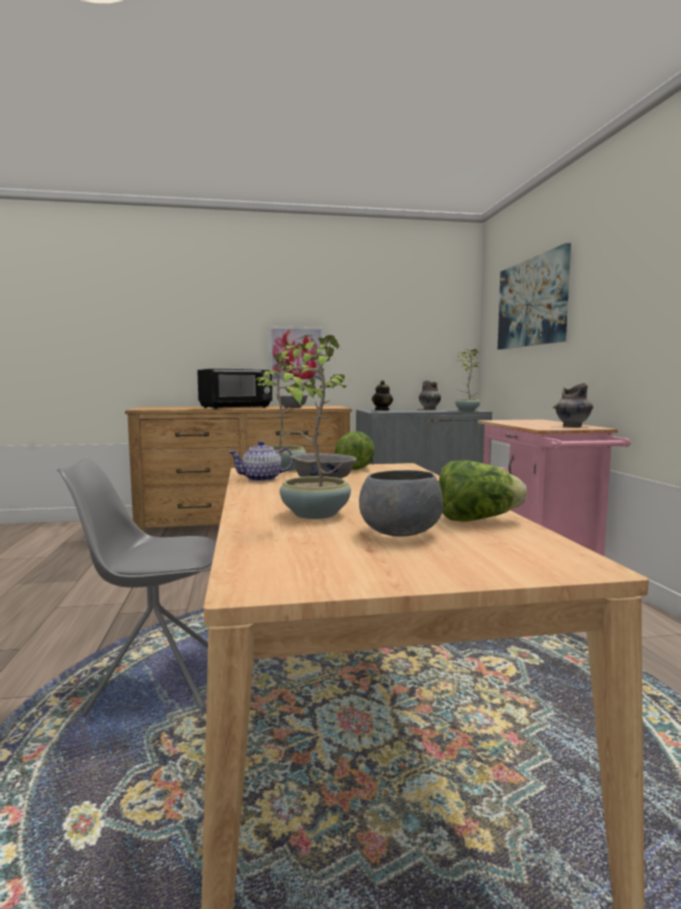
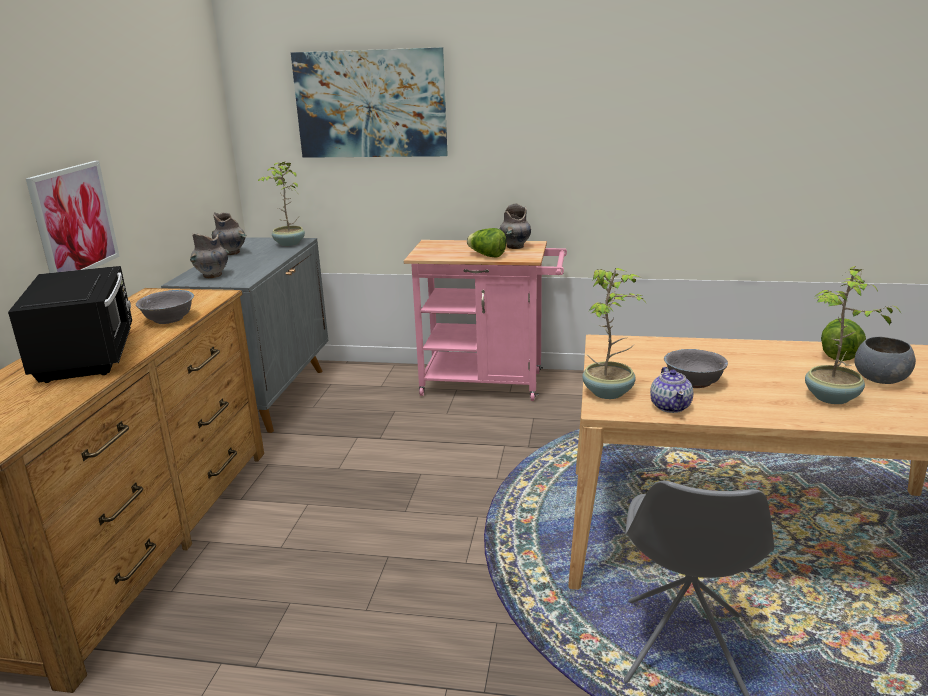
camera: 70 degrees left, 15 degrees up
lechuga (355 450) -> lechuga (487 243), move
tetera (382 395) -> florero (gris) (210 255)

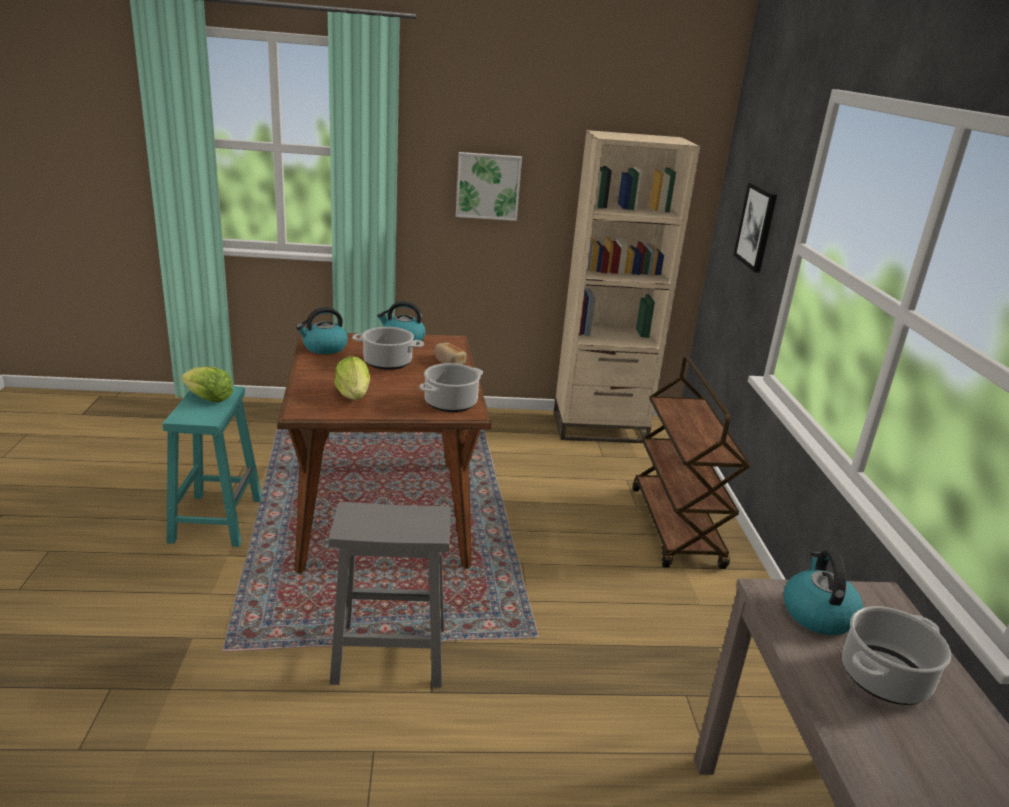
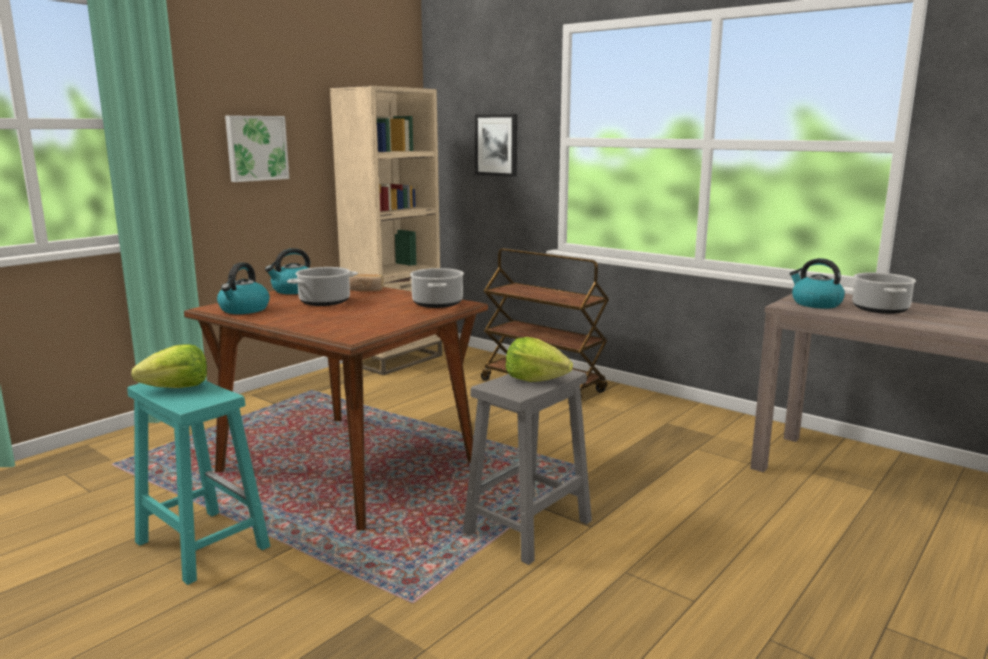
camera: 45 degrees left, 10 degrees down
lechuga (352 378) -> lechuga (539 359), move

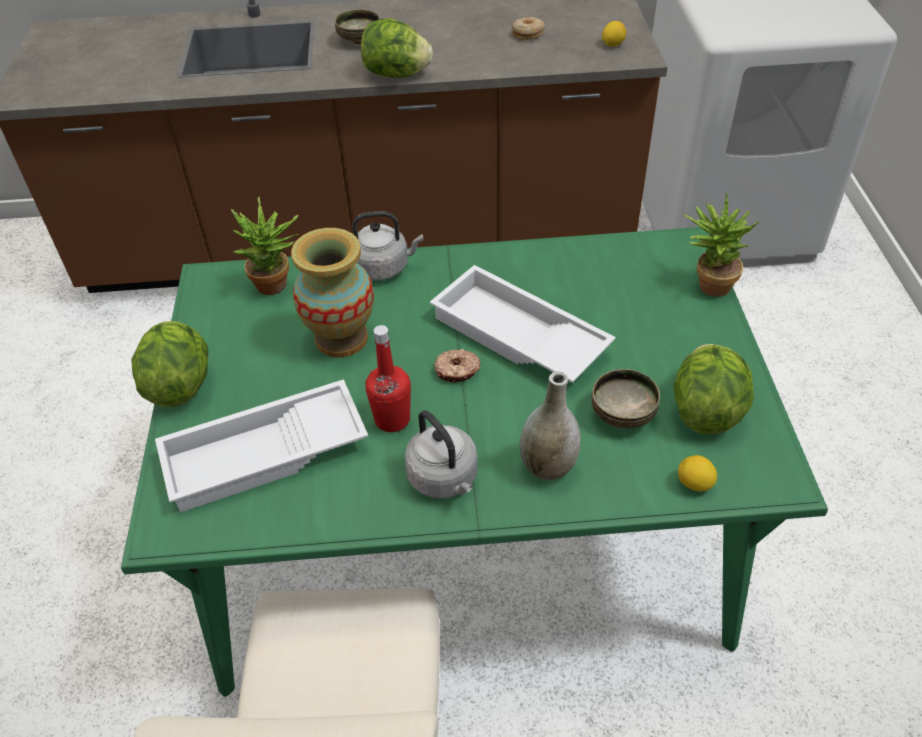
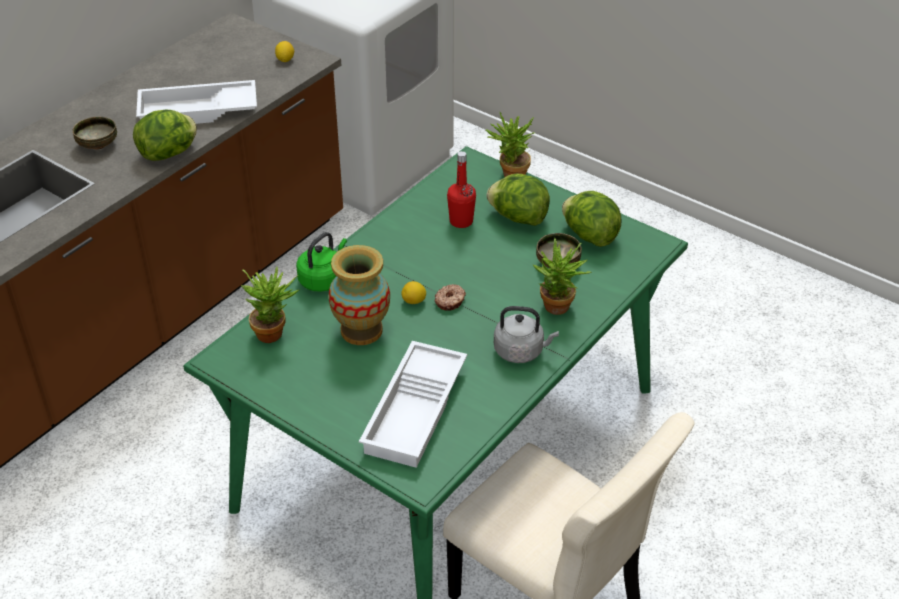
camera: 50 degrees left, 5 degrees down
rosquilla (528 28) -> none
lechuga (169 364) -> lechuga (518 199), move
botella (rojo) (388 378) -> botella (rojo) (461 189), move
bandeja (blanco) (523 324) -> bandeja (blanco) (196 102), move
limón (697 473) -> limón (413 292), move
florero (gris) (550 425) -> planta en maceta (562 276)
hervidor (gris) (388 245) -> hervidor (verde) (321 262)

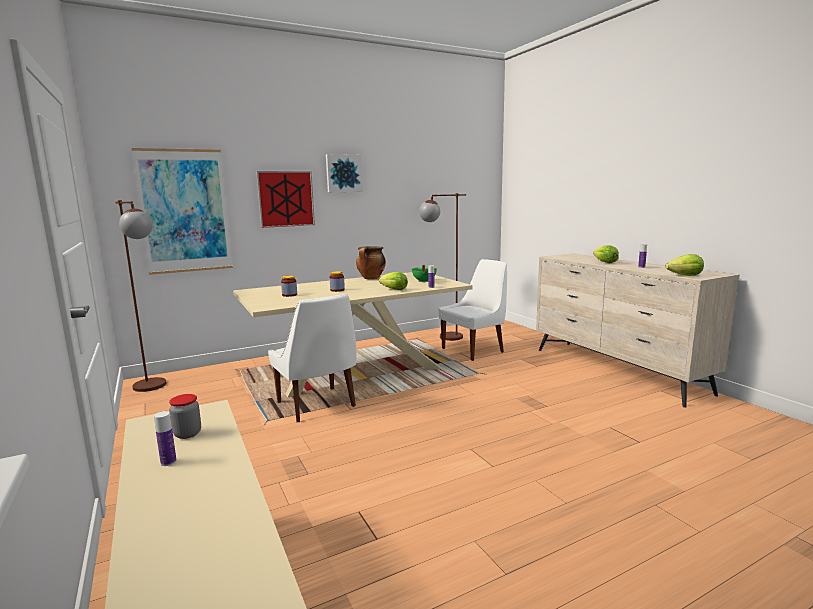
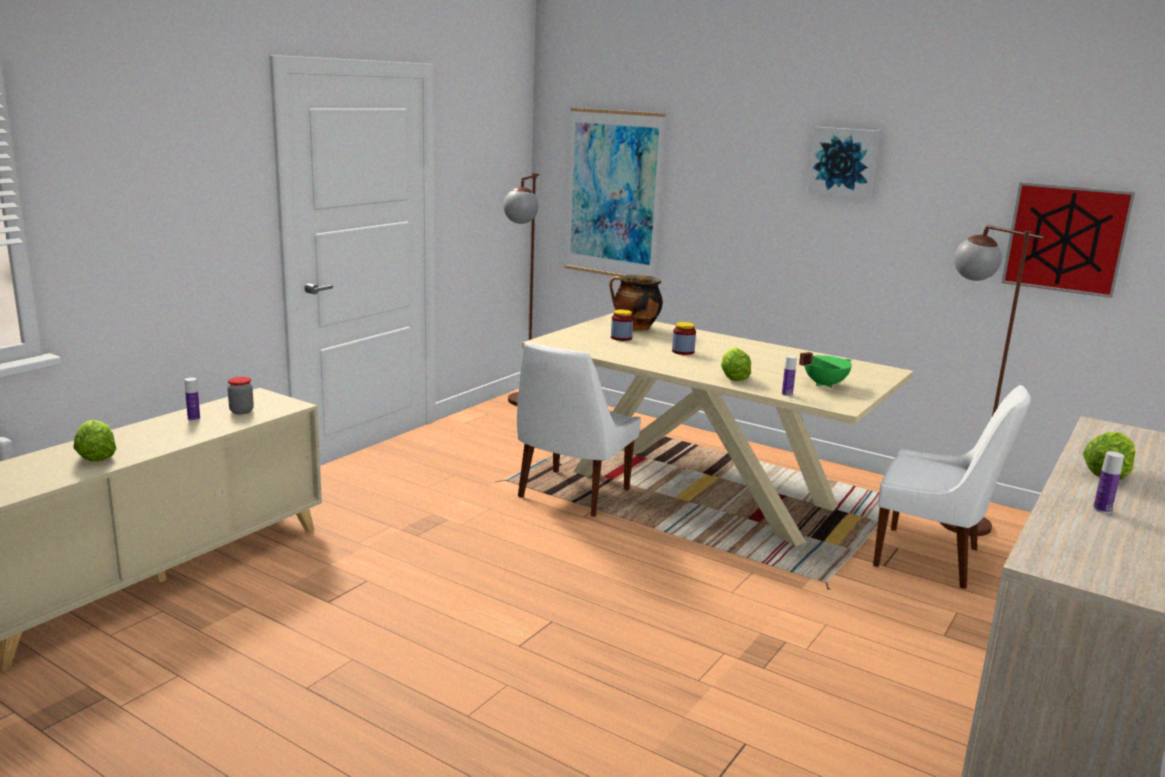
camera: 60 degrees right, 5 degrees up
cuadro (285 199) -> cuadro (1068 240), move
olla (371 262) -> olla (636 303), move
lechuga (685 265) -> lechuga (95 440), move

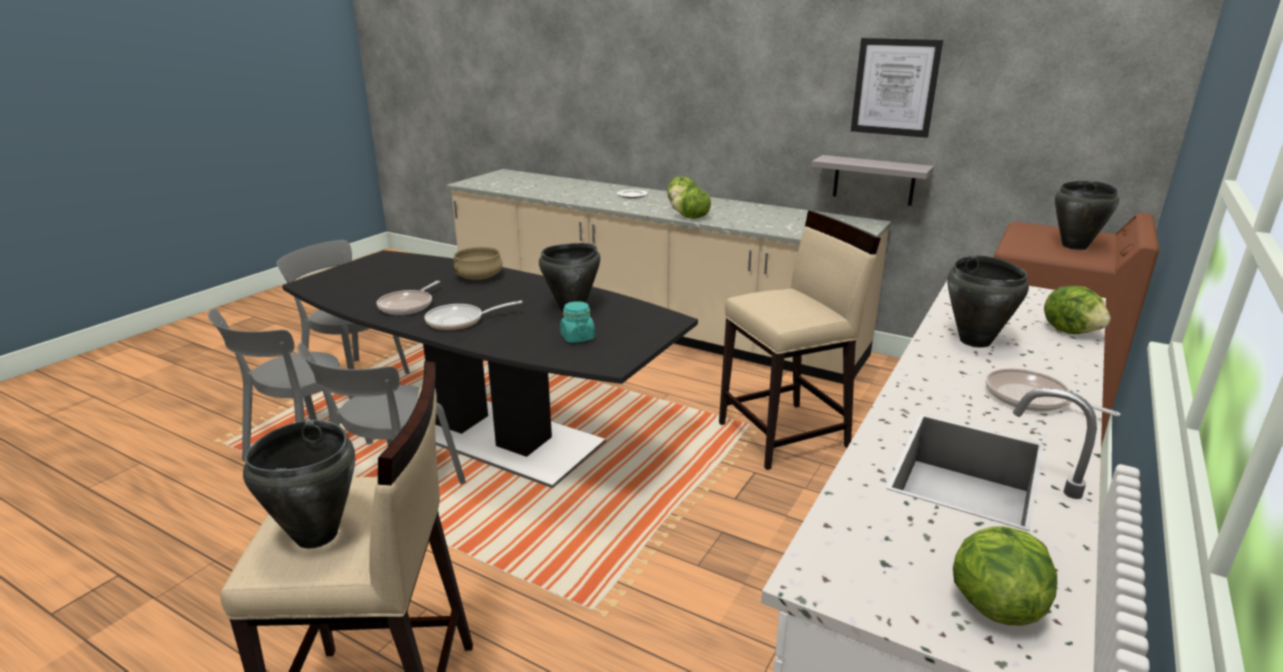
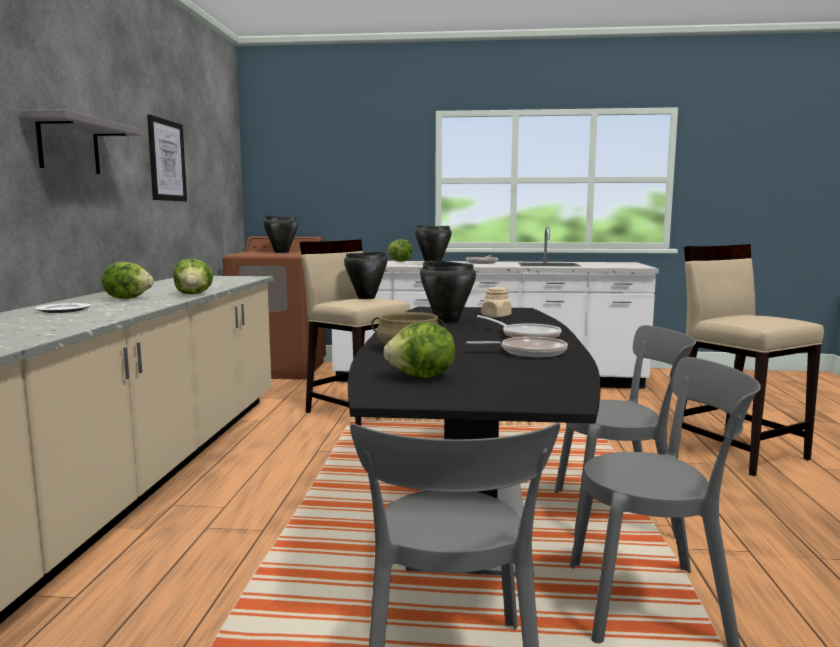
camera: 115 degrees left, 15 degrees down
olla (negro) (299 484) -> olla (negro) (366 275), move
estante (gris) (872 180) -> estante (gris) (81 141), move
lechuga (1005 576) -> lechuga (419 350), move
tarro (turquesa) (577 322) -> tarro (beis) (497 302)

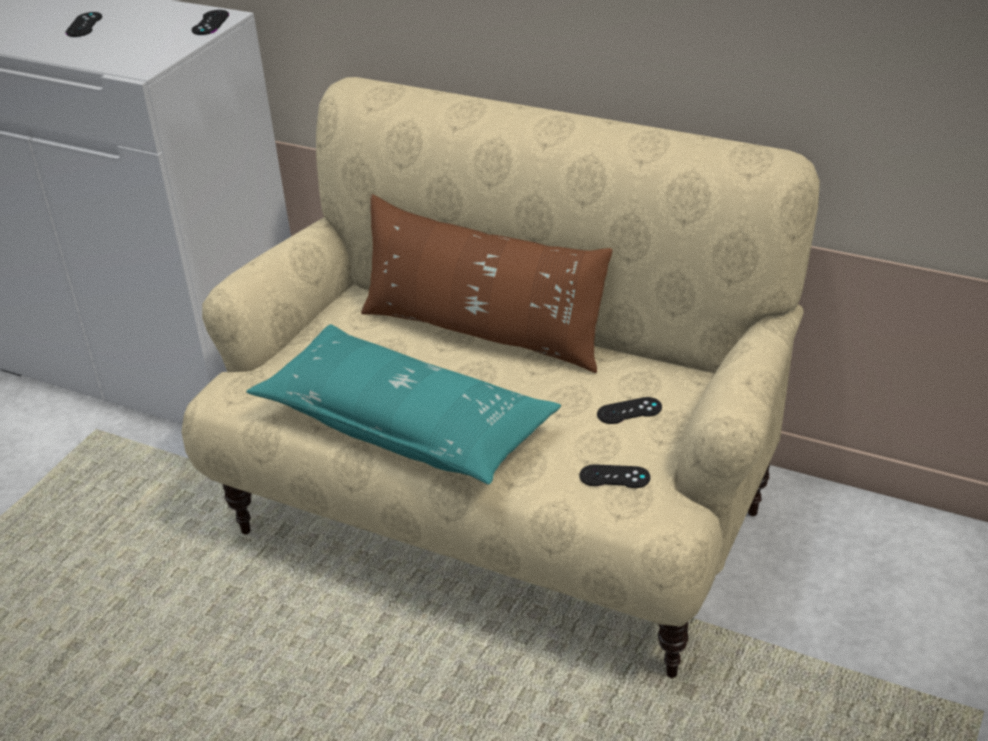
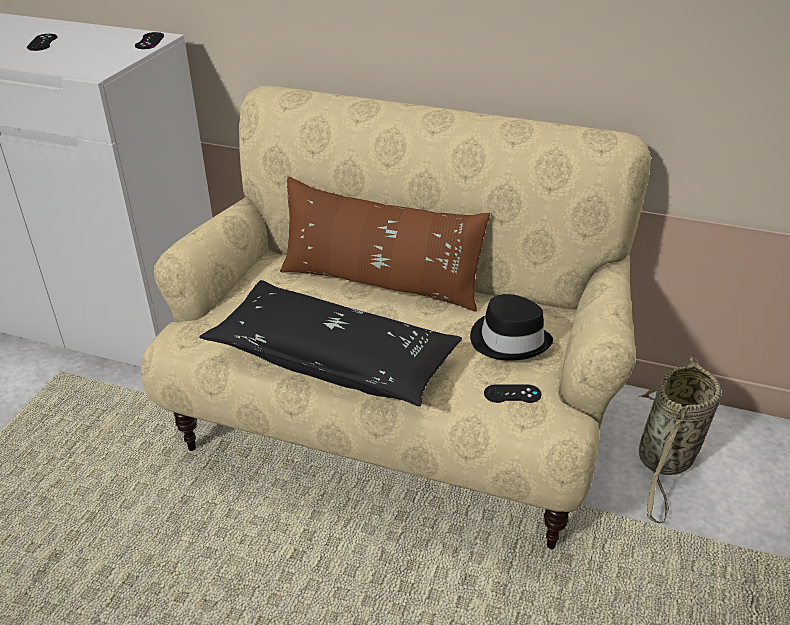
camera: 10 degrees left, 0 degrees up
none -> cesta (680 440)
mando de consola (negro) (629 410) -> sombrero (negro) (511 327)
cojín (turquesa) (403 404) -> cojín (negro) (330 343)

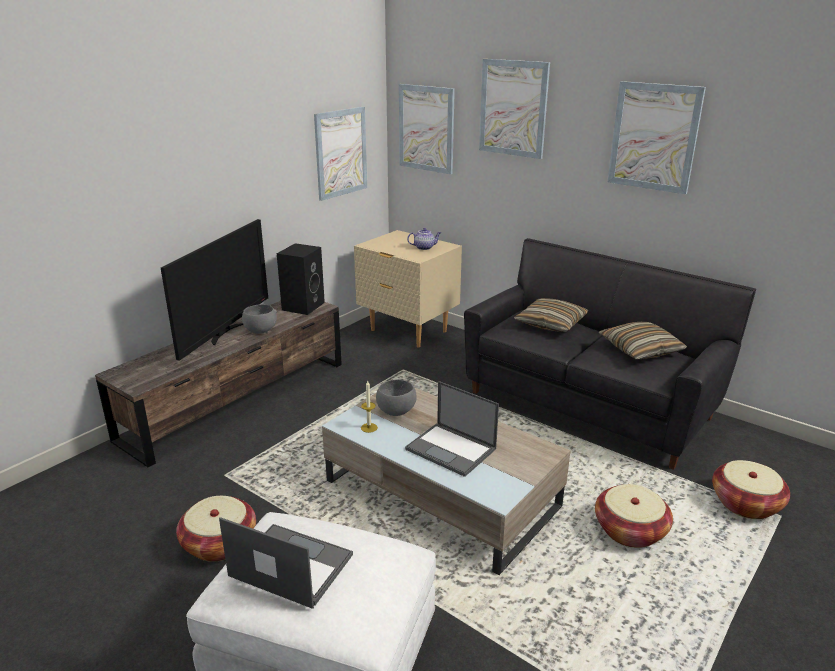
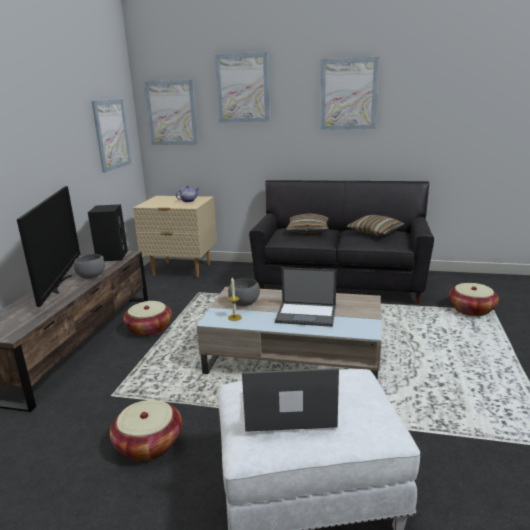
camera: 25 degrees left, 5 degrees down
cesta (634 516) -> cesta (147 318), move

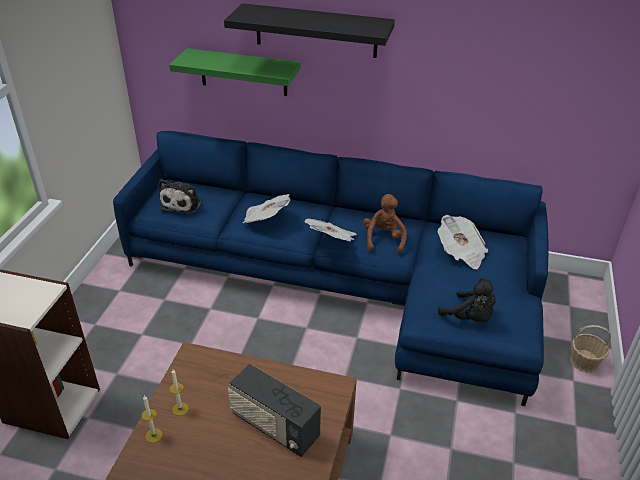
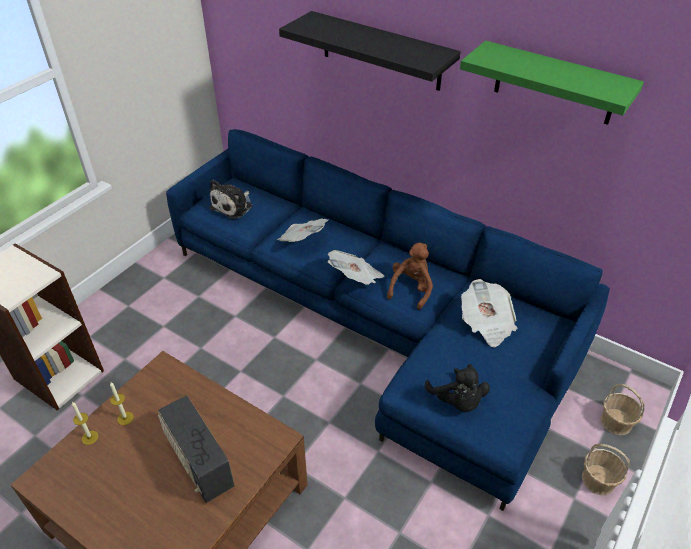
camera: 20 degrees right, 5 degrees up
none -> cesta (623 409)
estante (verde) (235 72) -> estante (verde) (552 83), move

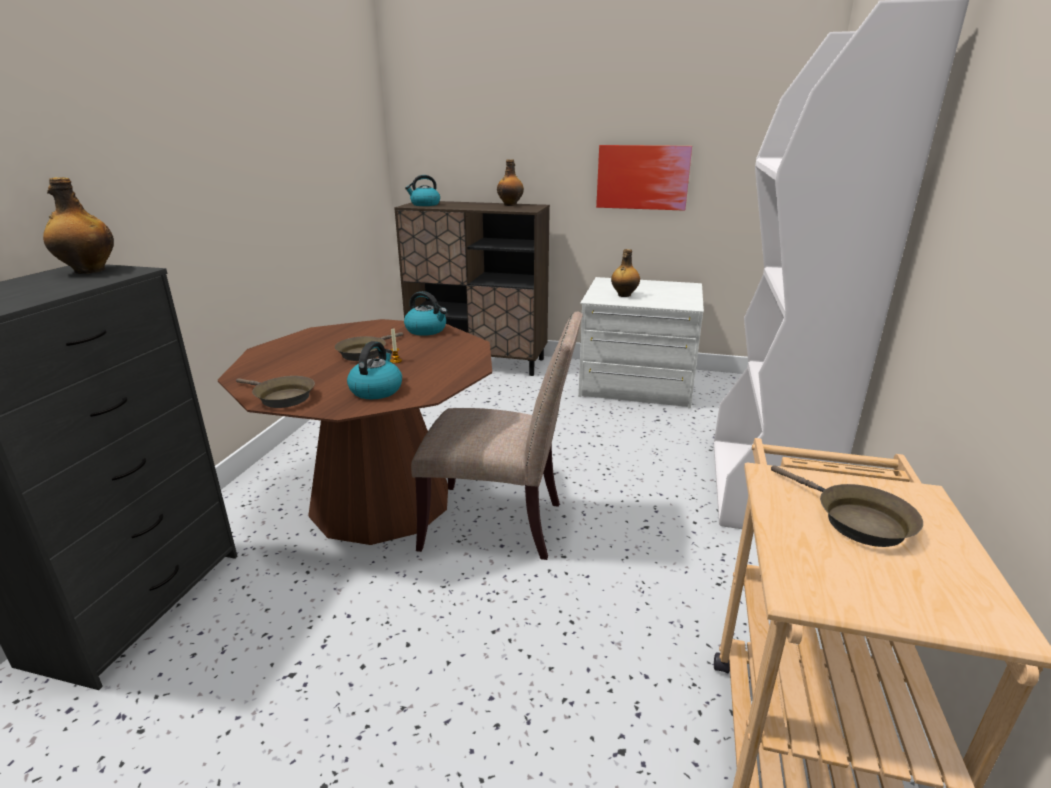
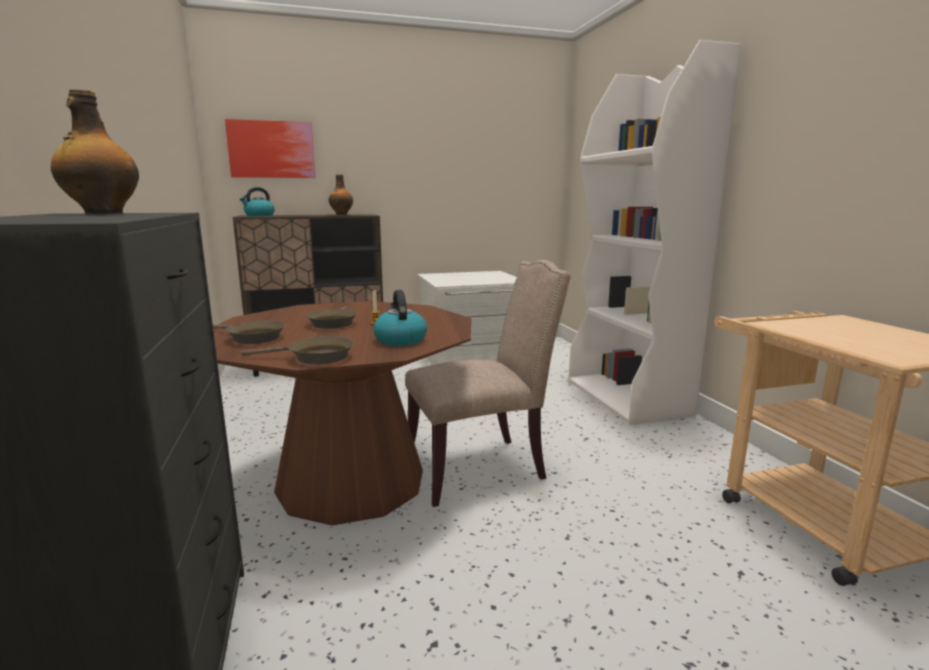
camera: 30 degrees left, 10 degrees down
hervidor (425 313) -> none
botella (625 273) -> none
cuadro (644 178) -> cuadro (270 148), move
sartén (marrón) (847 506) -> sartén (marrón) (249 332), move

